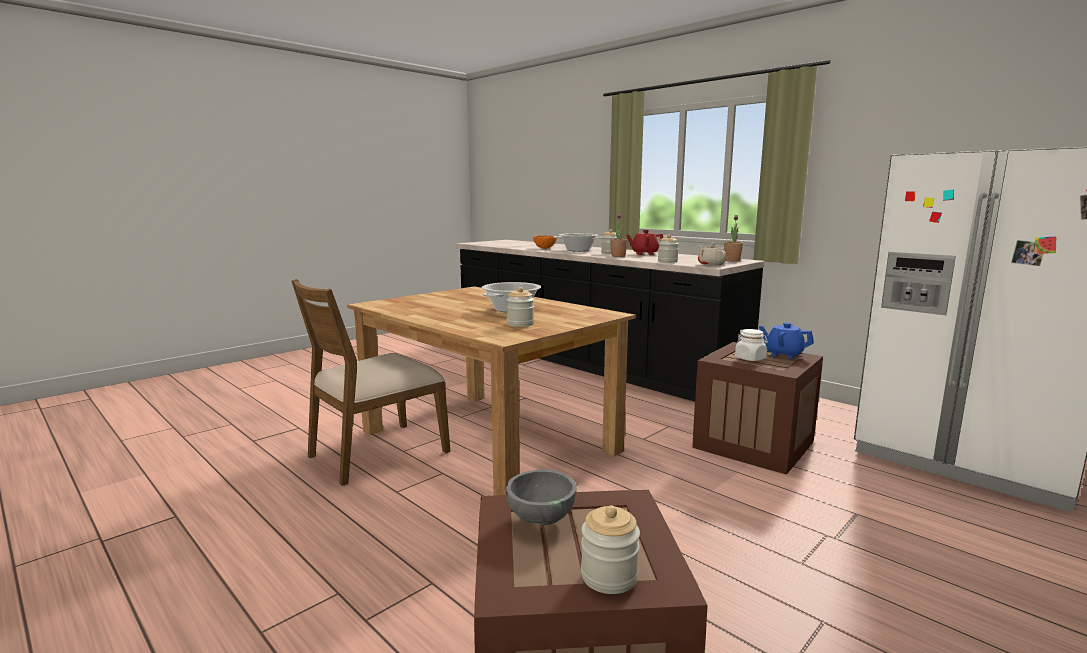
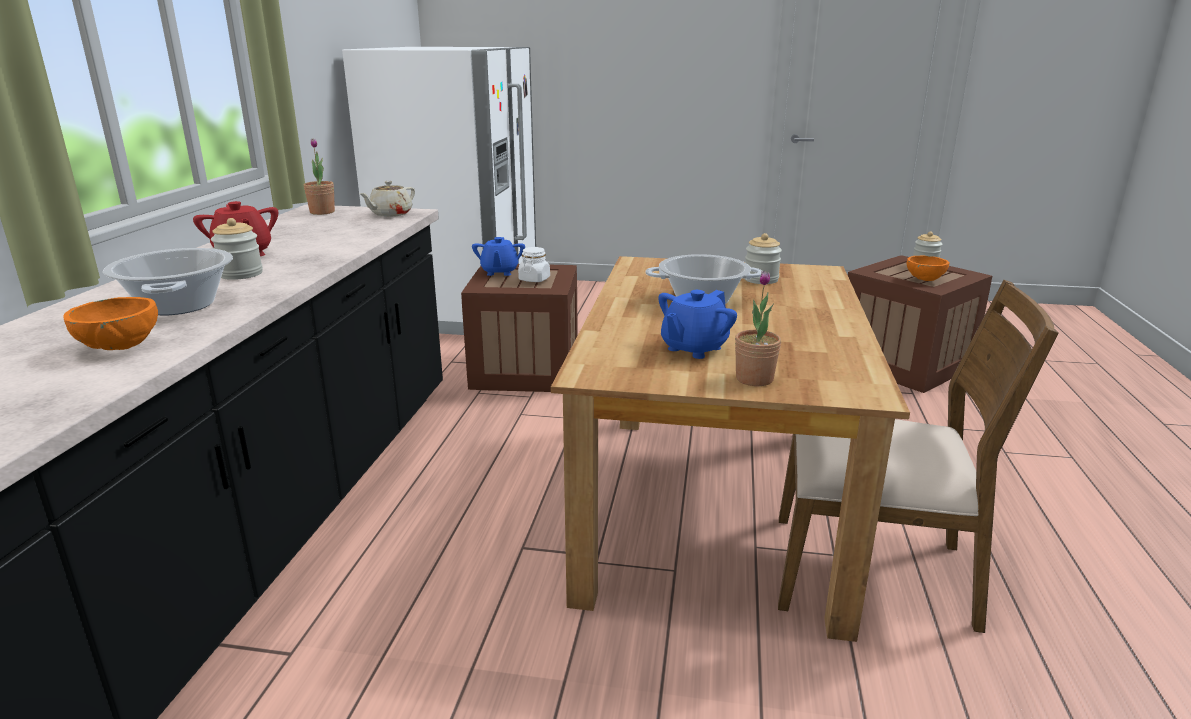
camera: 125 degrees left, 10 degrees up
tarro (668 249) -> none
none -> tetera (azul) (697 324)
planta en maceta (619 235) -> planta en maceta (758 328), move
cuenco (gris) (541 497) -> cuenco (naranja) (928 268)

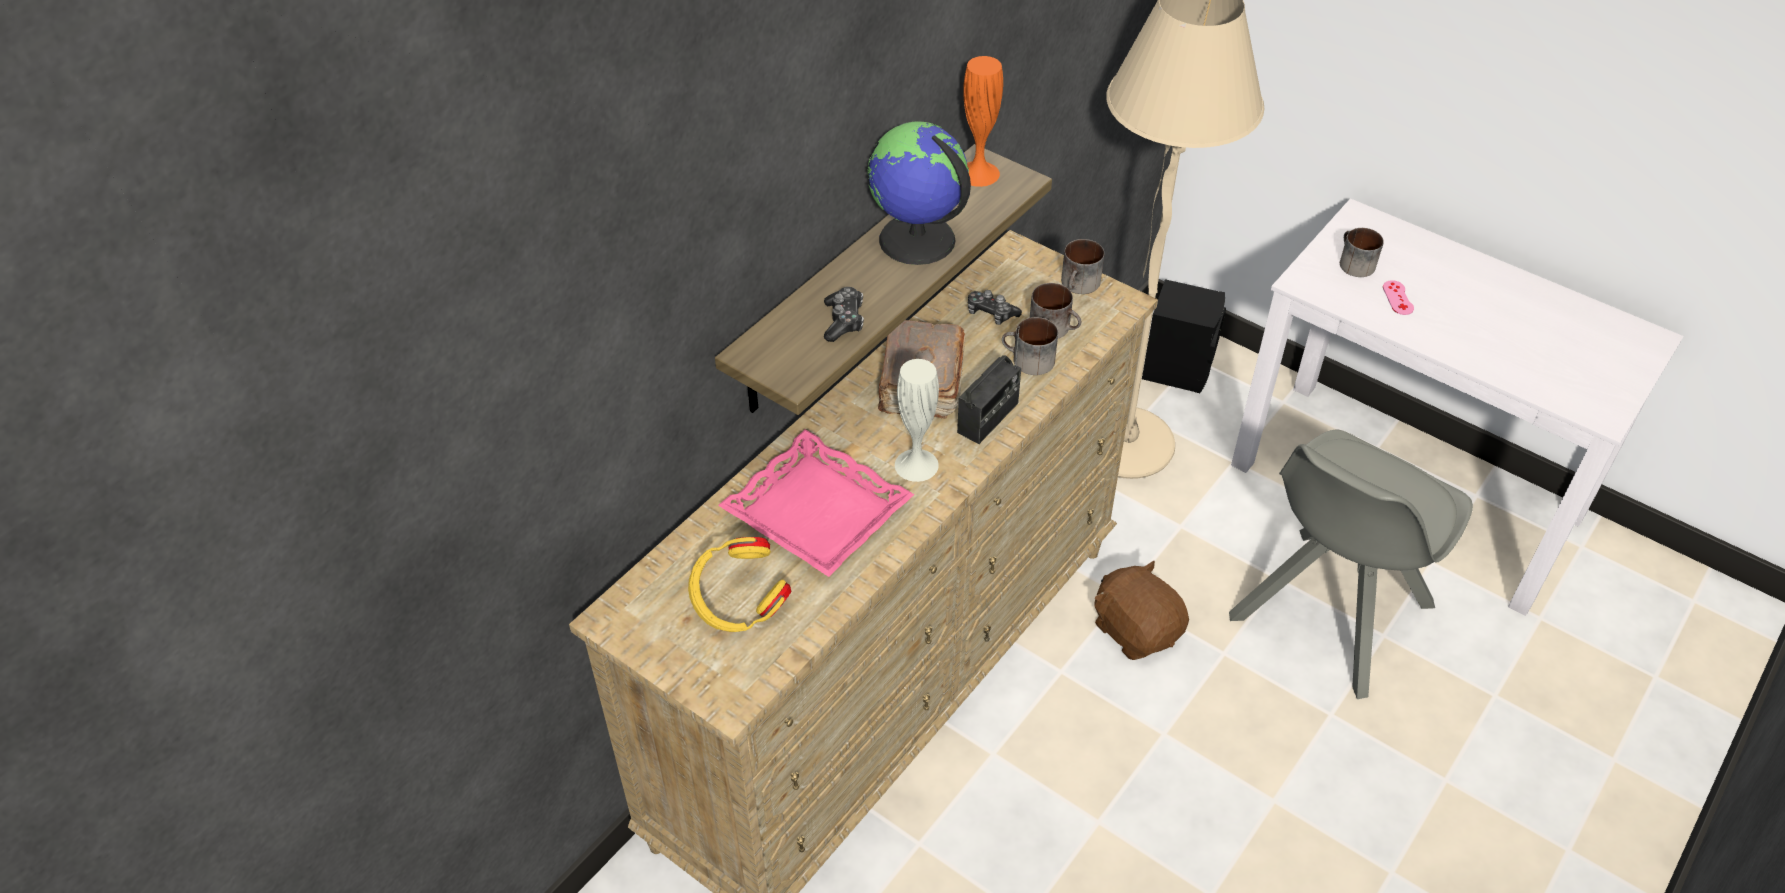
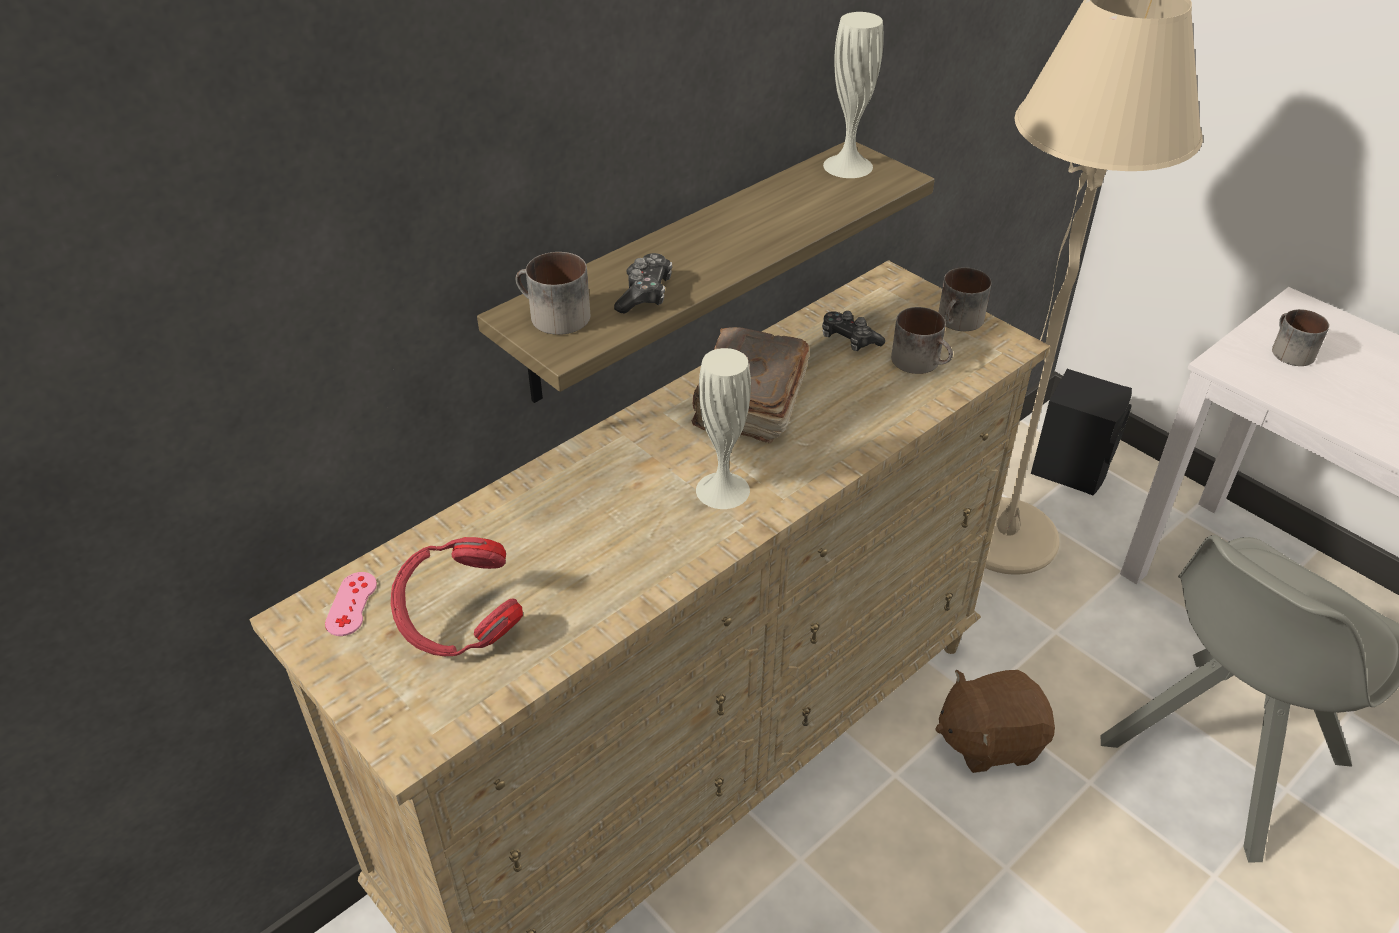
camera: 10 degrees right, 5 degrees down
bandeja (rosa) (816 503) -> none
globo terráqueo (919 193) -> none
radio (989 385) -> none
taza grande (1030 346) -> taza grande (553 293), move
mando de consola (rosa) (1398 297) -> mando de consola (rosa) (351 604), move
auriculares (amarillo) (740 584) -> auriculares (rojo) (457 596)
florero (naranja) (983 121) -> florero (blanco) (853 95)
peluche (marrón) (1141 610) -> peluche (marrón) (995 721), 75 degrees counterclockwise

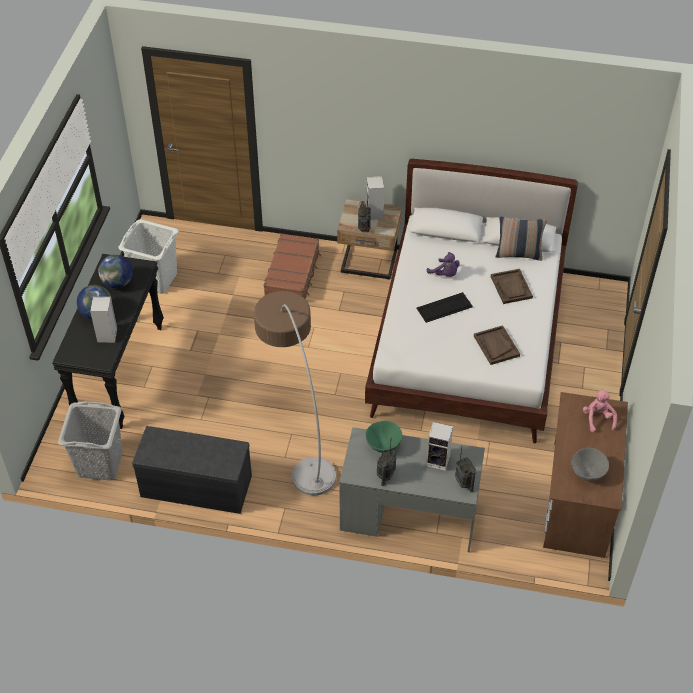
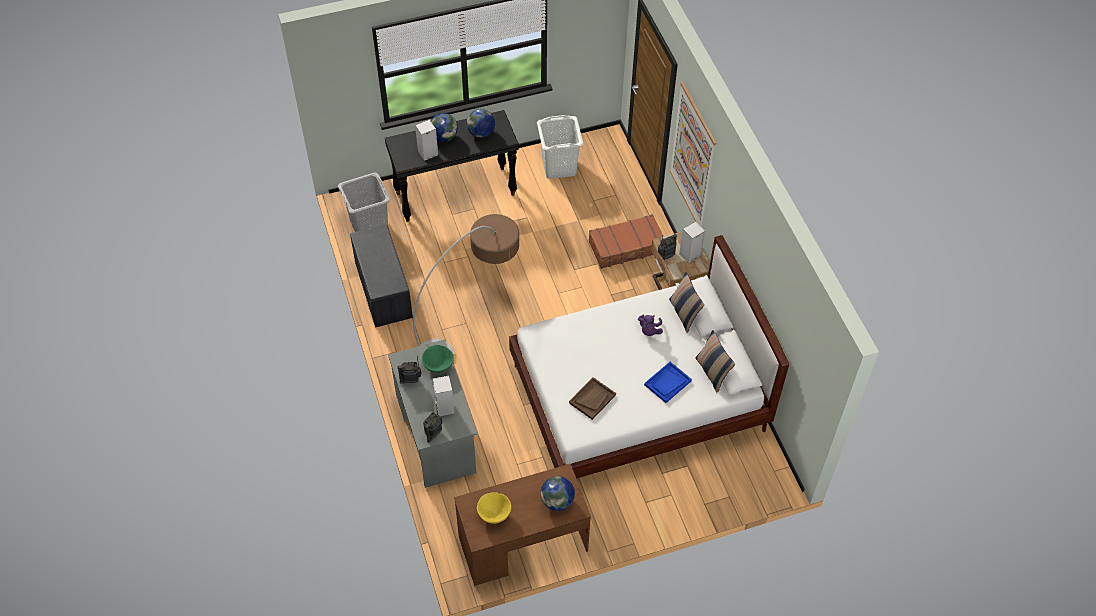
camera: 60 degrees right, 5 degrees up
teclado (445 307) -> none
none -> cojín (686 302)
none -> cuadro (693 154)
peluche (rosa) (600 410) -> globo terráqueo (558 493)
bandeja (marrón) (512 286) -> bandeja (azul) (668 382)
cuenco (gris) (590 464) -> cuenco (amarillo) (494 508)

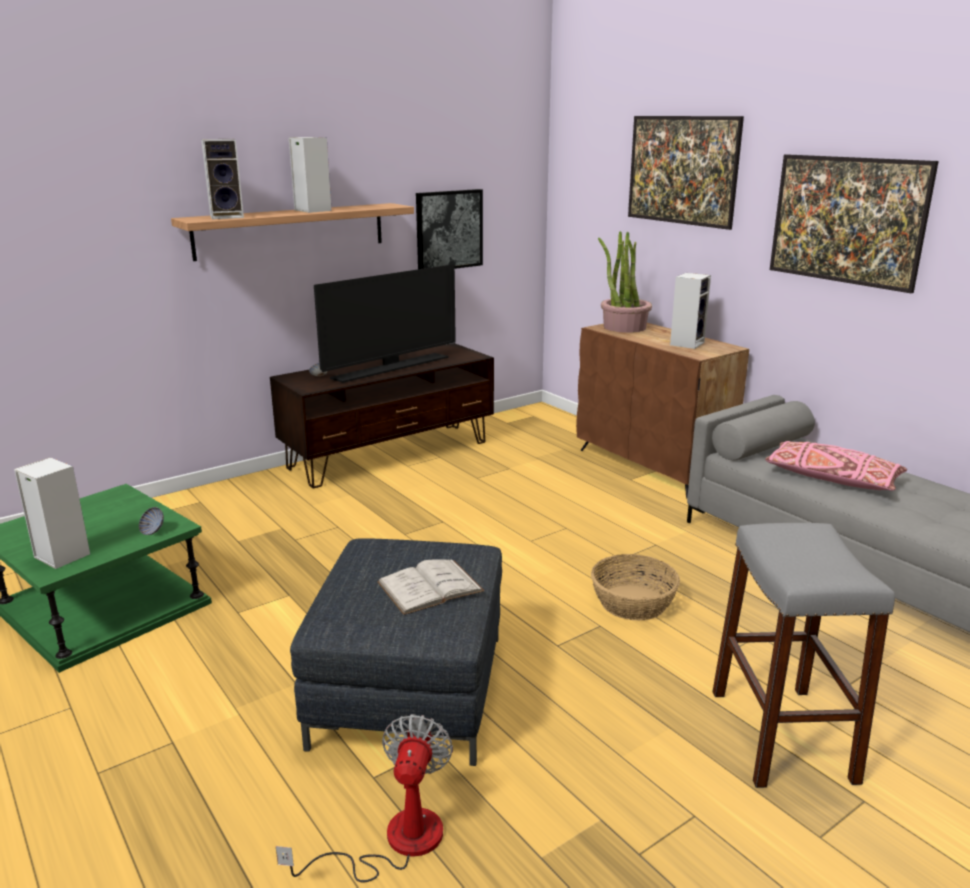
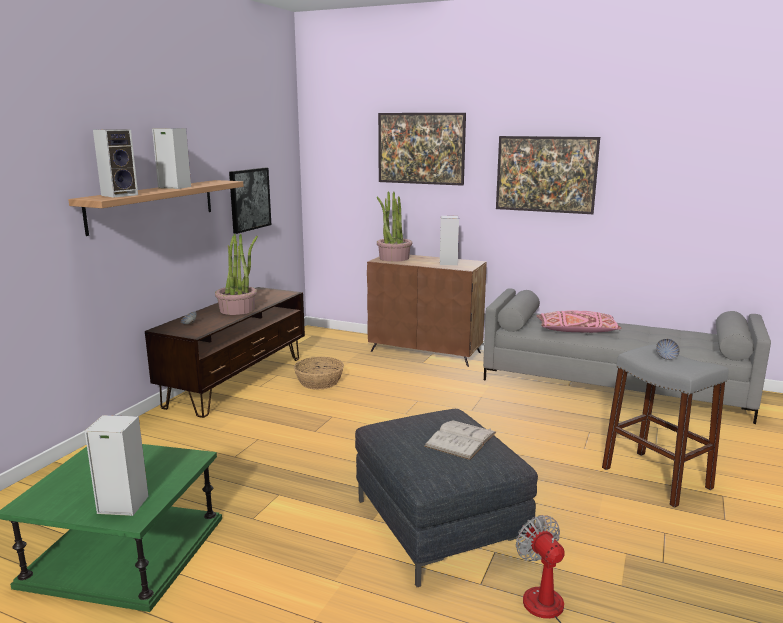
camera: 30 degrees left, 5 degrees down
cuenco (151 521) -> cuenco (668 349), move
cesta (635 587) -> cesta (319 373), move
televisor (385 323) -> planta en maceta (236 274)

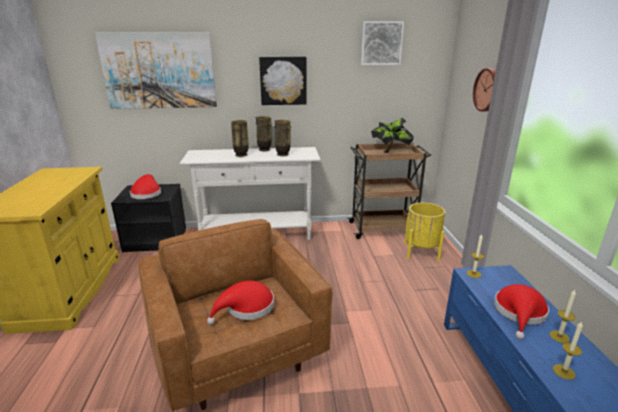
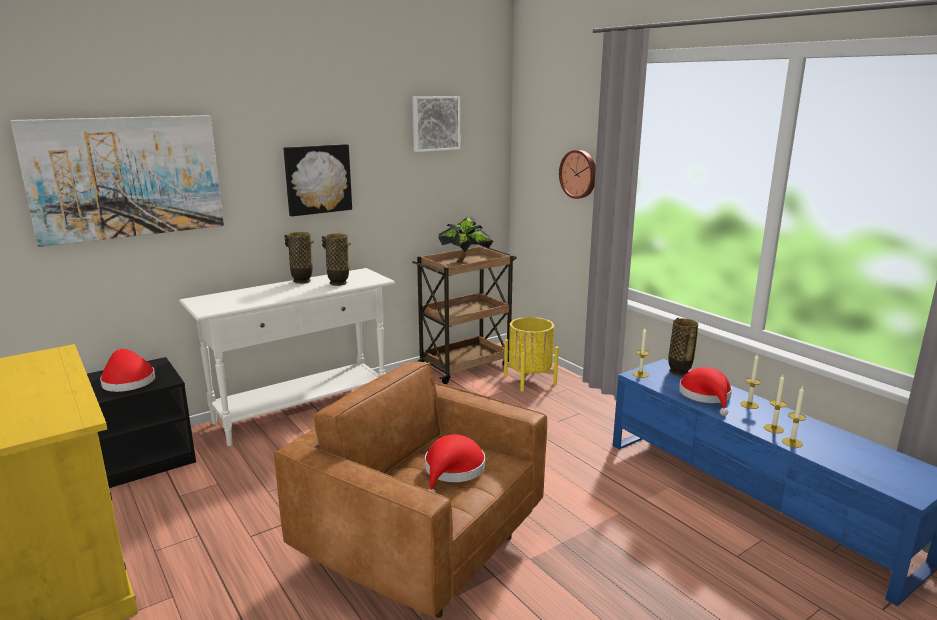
camera: 30 degrees left, 5 degrees down
none -> vela (794 417)
florero (240 138) -> florero (683 347), move

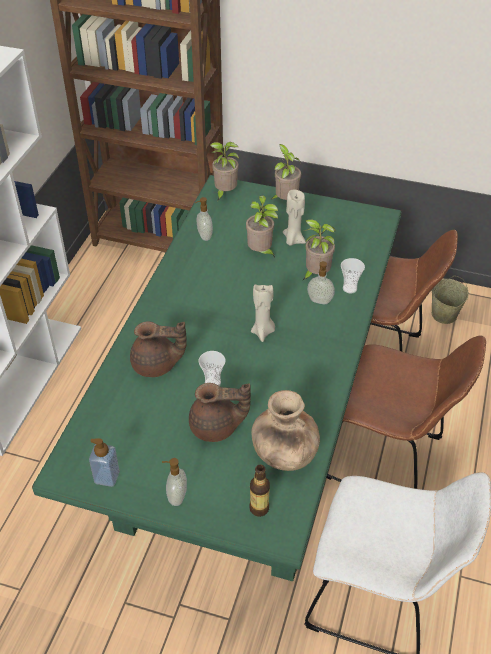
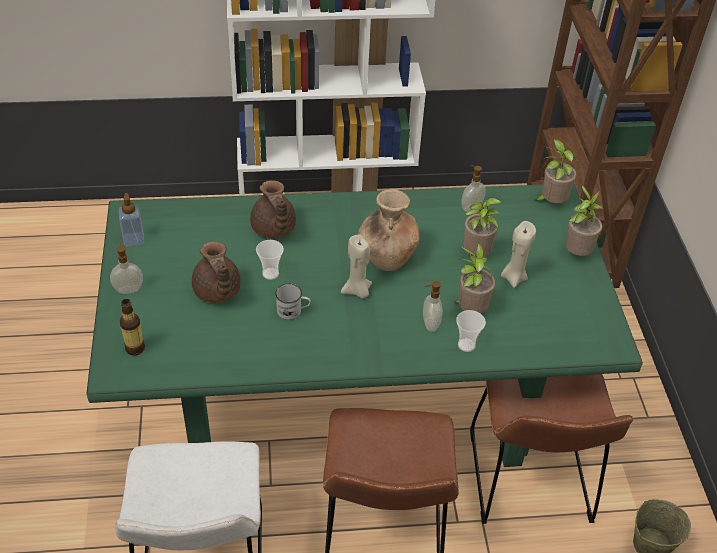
camera: 65 degrees right, 0 degrees up
none -> taza grande (blanco) (293 301)
florero (marrón) (285 430) -> florero (marrón) (389 230), move

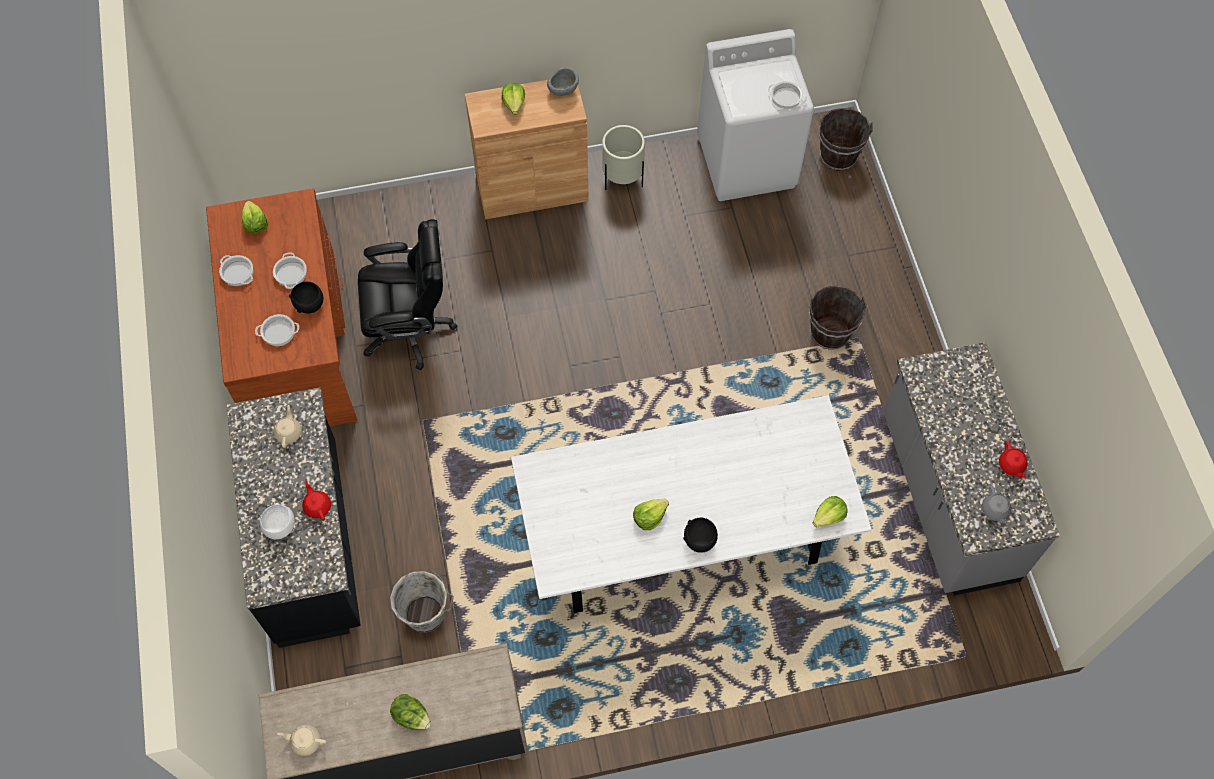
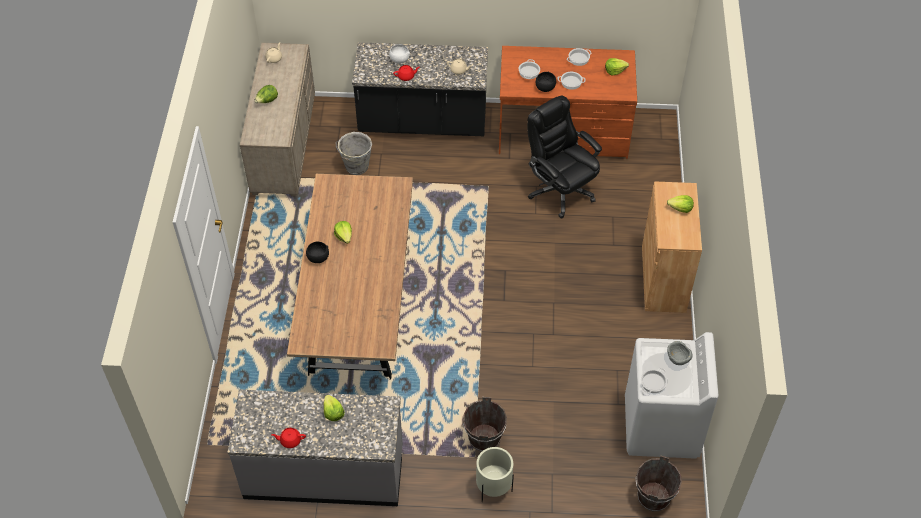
camera: 105 degrees right, 10 degrees down
tetera (gris) (996 506) -> none
cuenco (gris) (563 82) -> cuenco (gris) (680 353), move
maceta (beis) (623 157) -> maceta (beis) (495 474), move
lechuga (830 511) -> lechuga (334 408), move
mesa de comedor (blanco) (691 504) -> mesa de comedor (marrón) (350 276)
silla de oficina (negro) (407 294) -> silla de oficina (negro) (564 157), 135 degrees clockwise

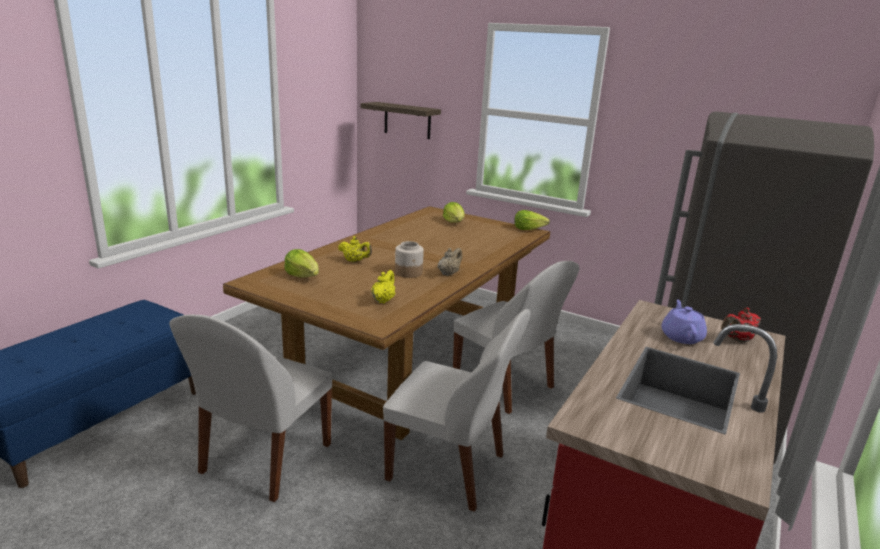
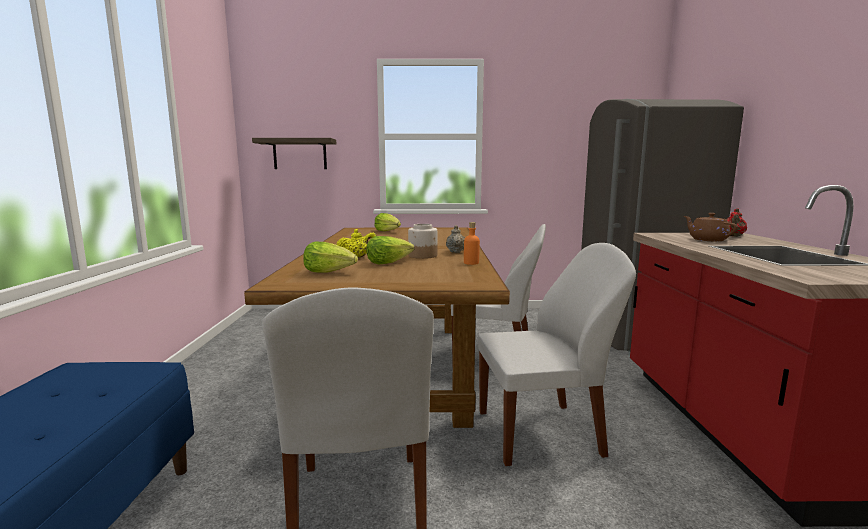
camera: 30 degrees left, 10 degrees down
tetera (amarillo) (383 287) -> none
none -> botella (naranja) (472 243)
lechuga (532 220) -> lechuga (390 250), move
tetera (morado) (684 321) -> tetera (marrón) (711 227)

